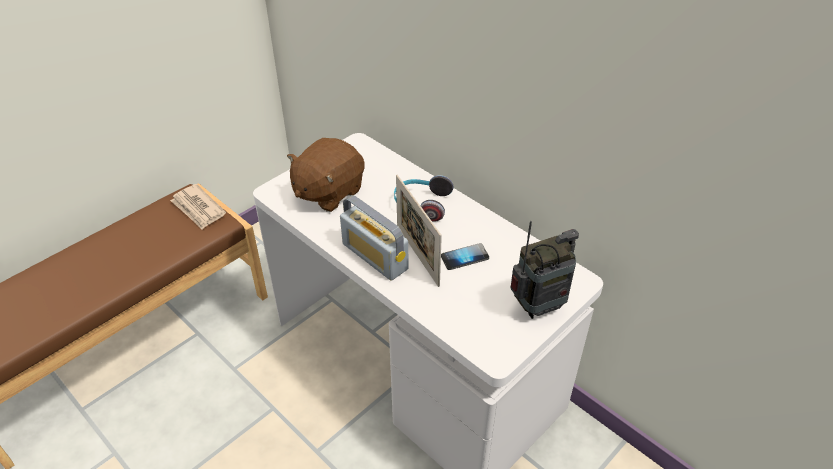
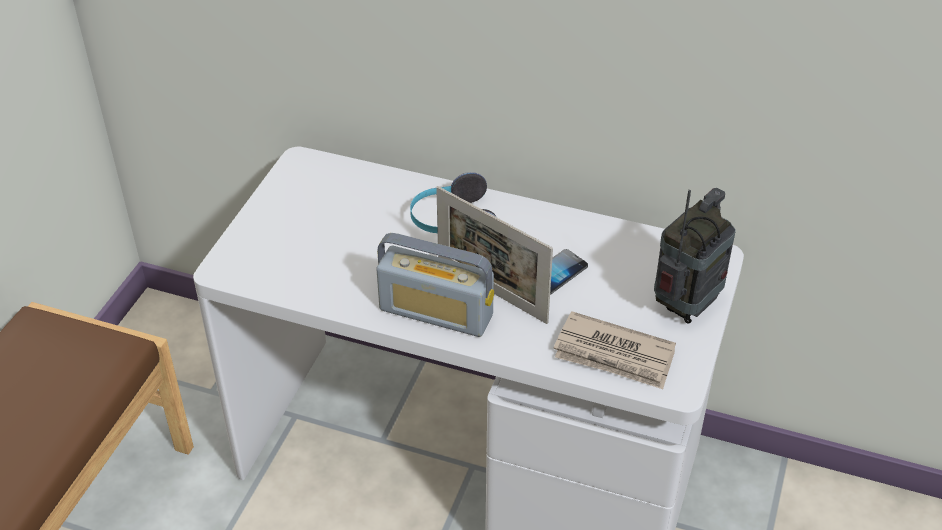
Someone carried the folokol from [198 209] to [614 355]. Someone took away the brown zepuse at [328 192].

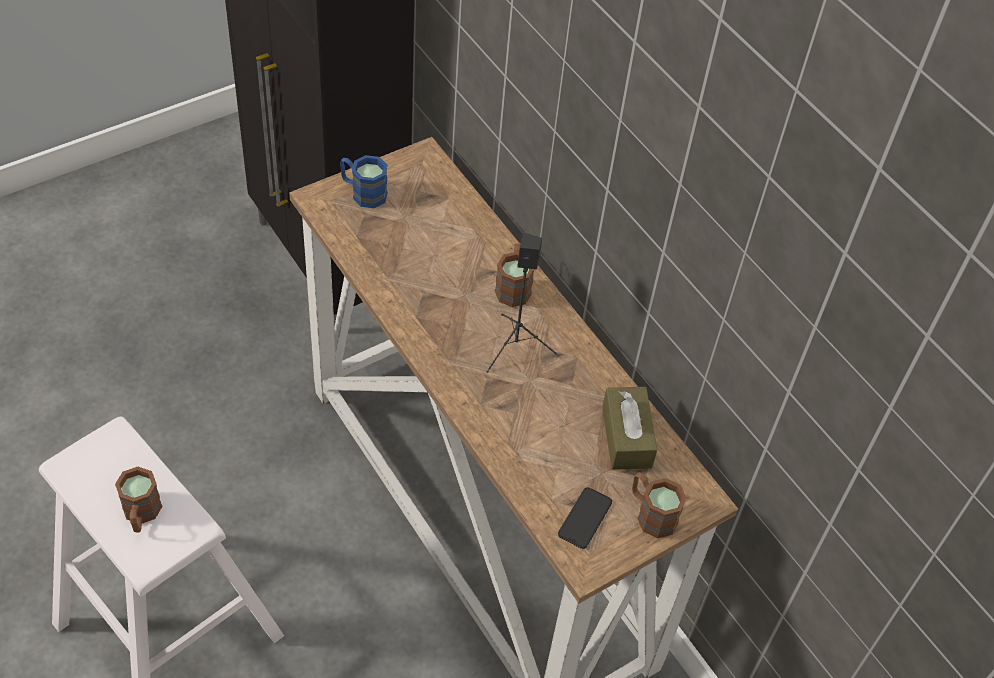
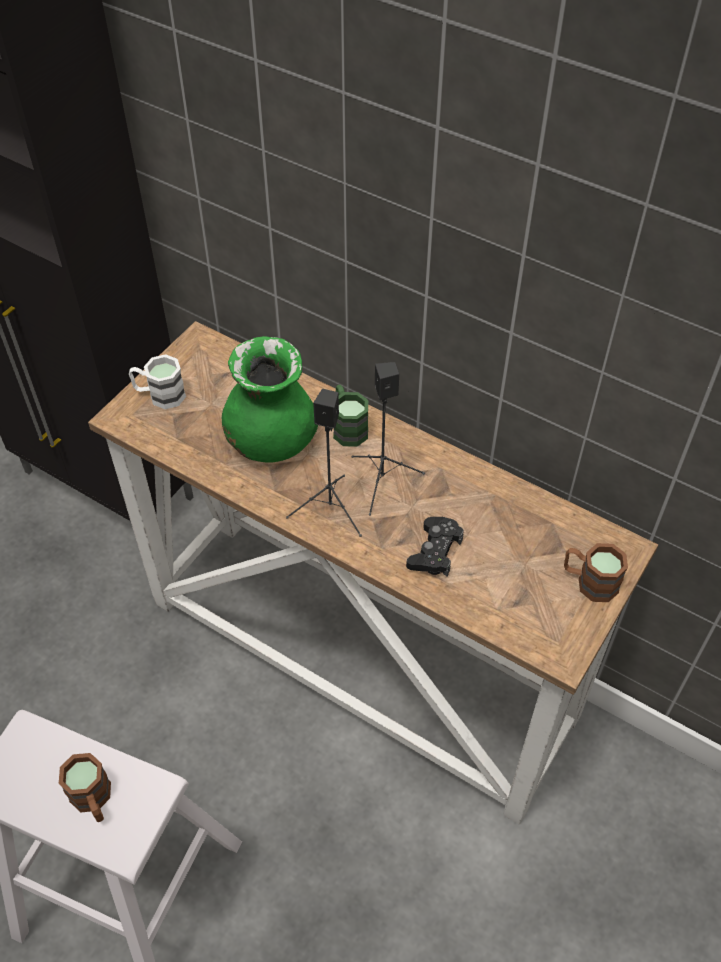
Someone repainted the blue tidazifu at [363 192], which became the white tidazifu at [160 395]. Someone repainted the brown tidazifu at [513 286], which became the green tidazifu at [347 427]. Someone took away the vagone at [585 518]. Someone took away the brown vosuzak at [626 437]. Someone put down the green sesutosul at [271 442]. Someone put down the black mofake at [331 509]. Someone put down the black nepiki at [435 551].

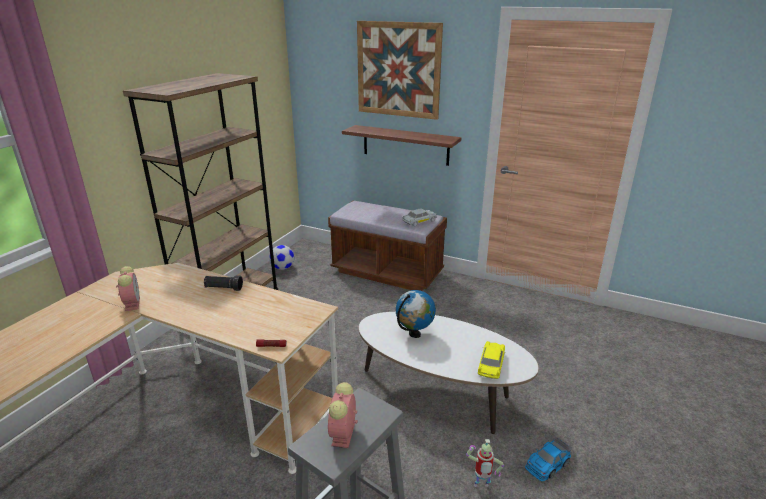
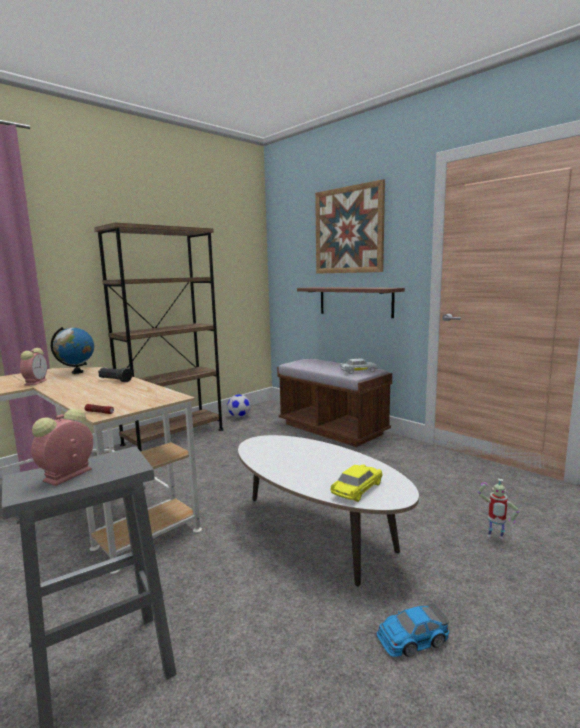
Someone carried the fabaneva from [414 334] to [77 372]. Someone carried the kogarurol from [481 487] to [495 538].

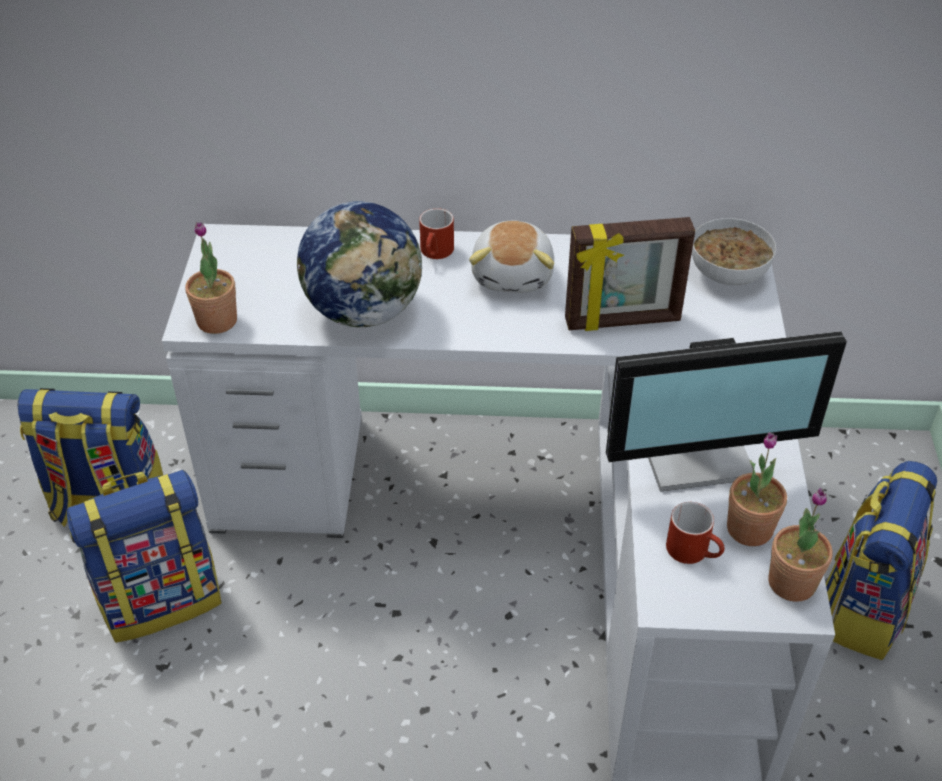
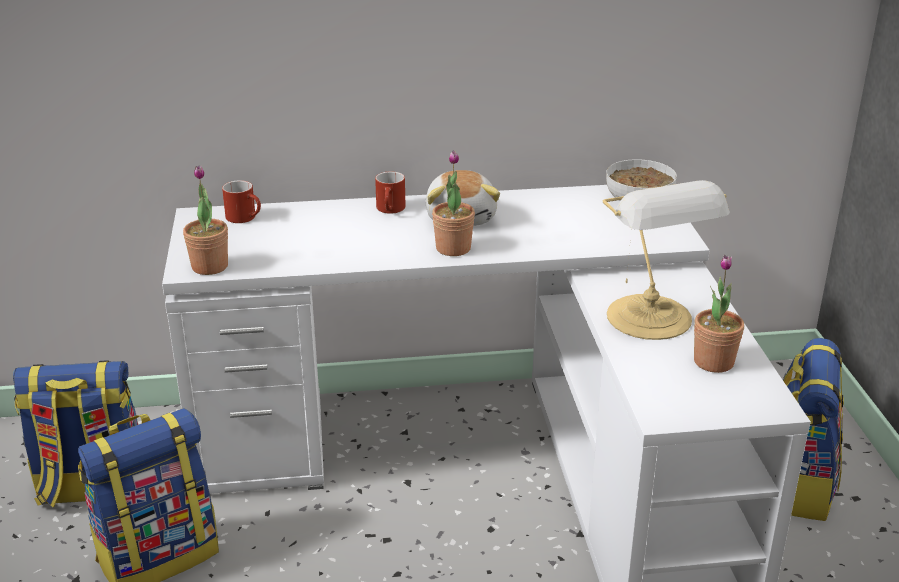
Someone took away the fabaneva at [364 311]. Someone took away the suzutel at [622 321]. Someone swapped the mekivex at [697 453] for the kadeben at [652 319]. Someone carried the red tidazifu from [694 551] to [246 218]. Someone carried the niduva from [791 582] to [453 248].

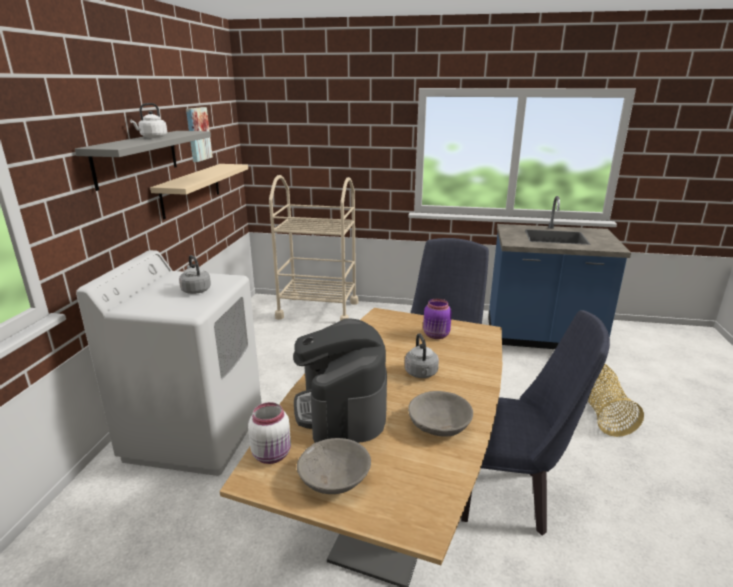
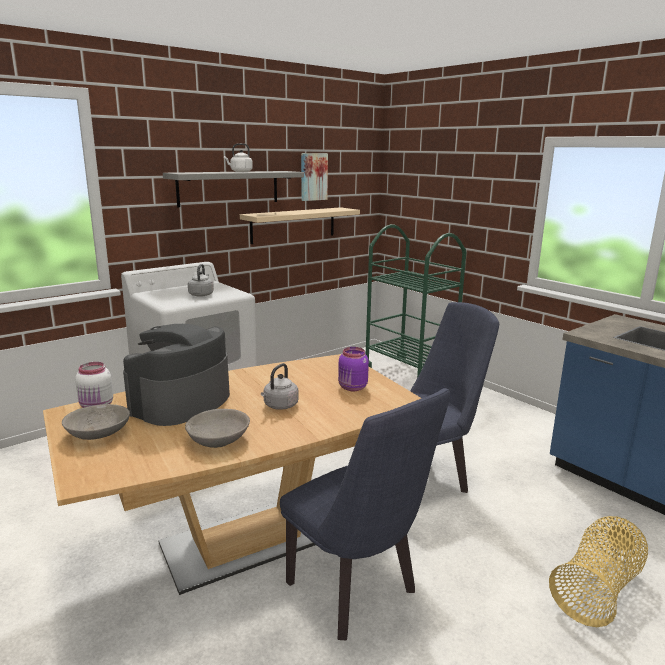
Someone repainted the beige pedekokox at [318 310], which became the green pedekokox at [409 373].

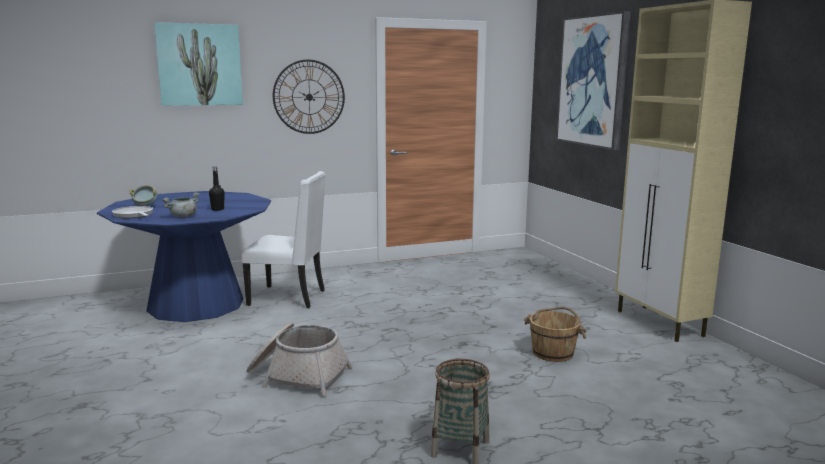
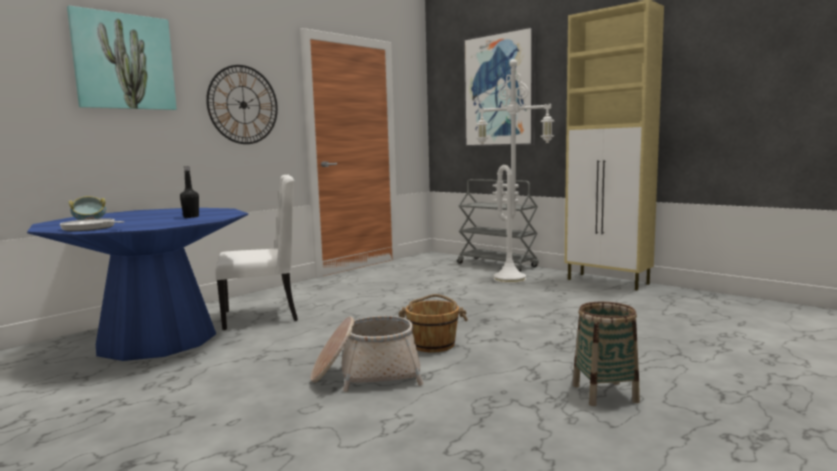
Someone took away the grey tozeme at [183 216]. Someone carried the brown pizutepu from [553 353] to [433 344]. Someone put down the grey pedekokox at [497 265]. Someone put down the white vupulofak at [511 279].

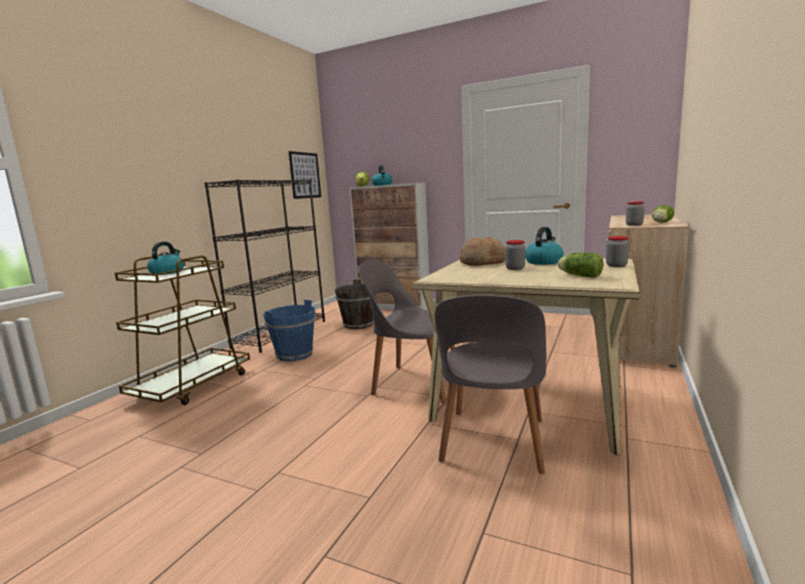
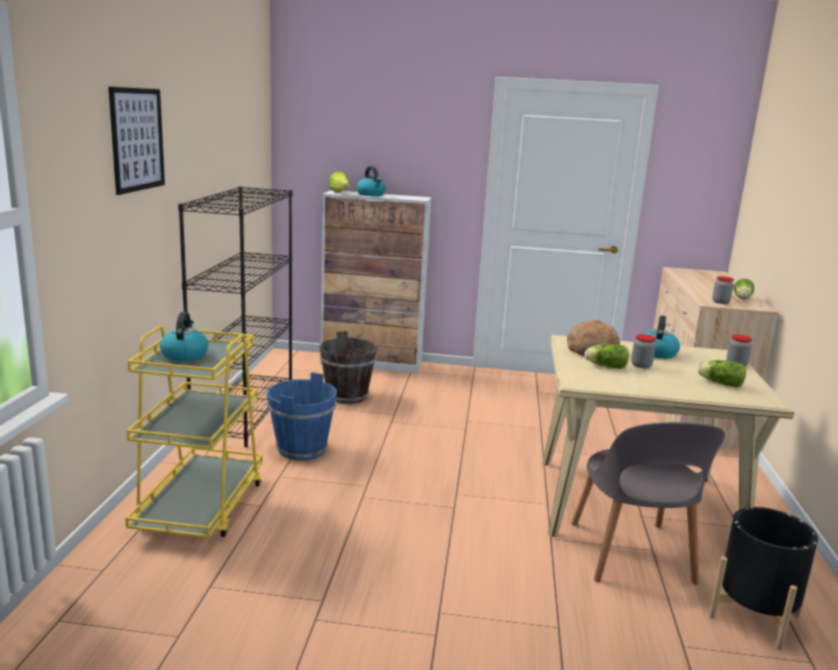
Someone repainted the brown pedekokox at [192 386], which became the yellow pedekokox at [201 506]. Someone carried the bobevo from [305 175] to [137 139]. Someone took away the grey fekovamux at [414 382]. Someone put down the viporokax at [604 366]. Someone put down the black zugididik at [754 616].

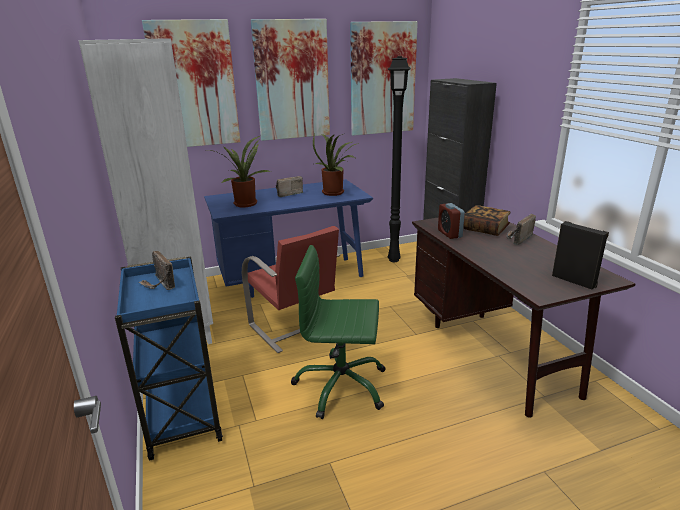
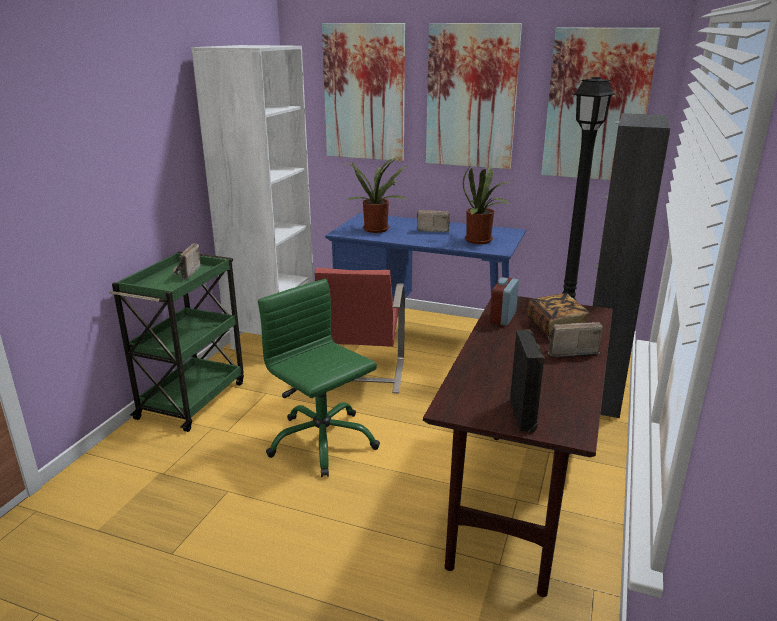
Someone repainted the blue pedekokox at [182 412], which became the green pedekokox at [193 399].

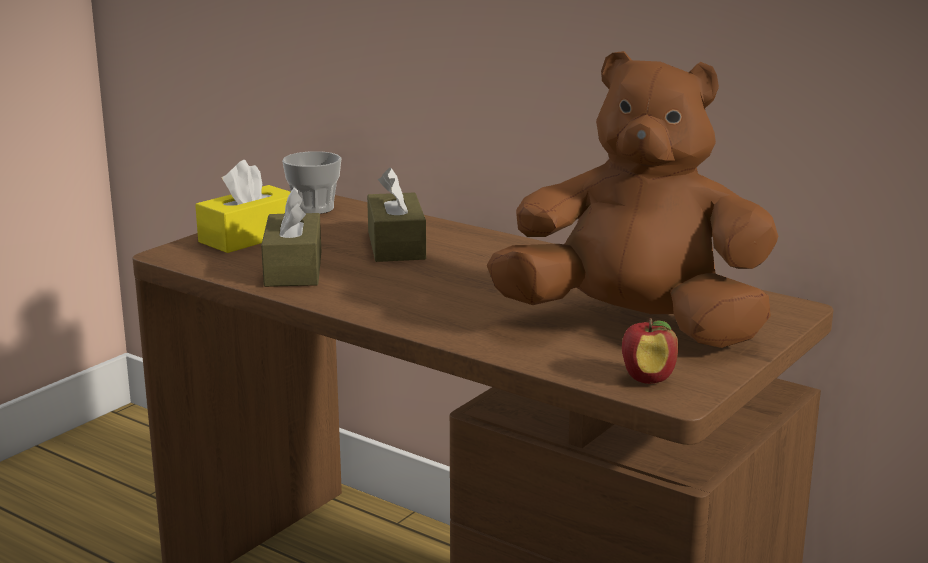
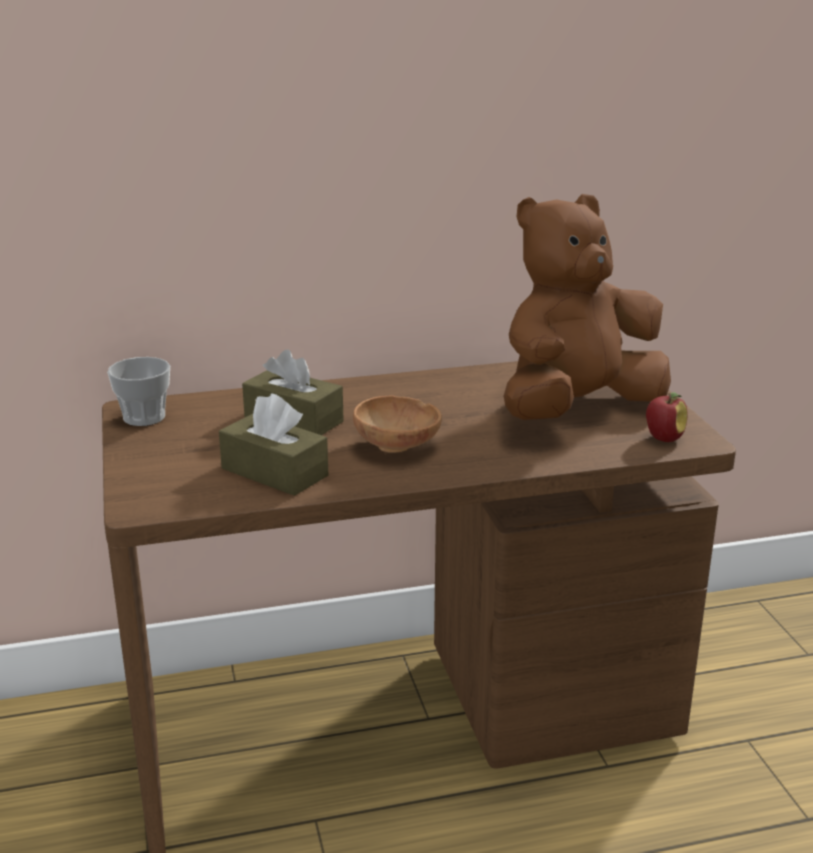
Someone took away the yellow vosuzak at [249 237]. Someone put down the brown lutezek at [399 447].

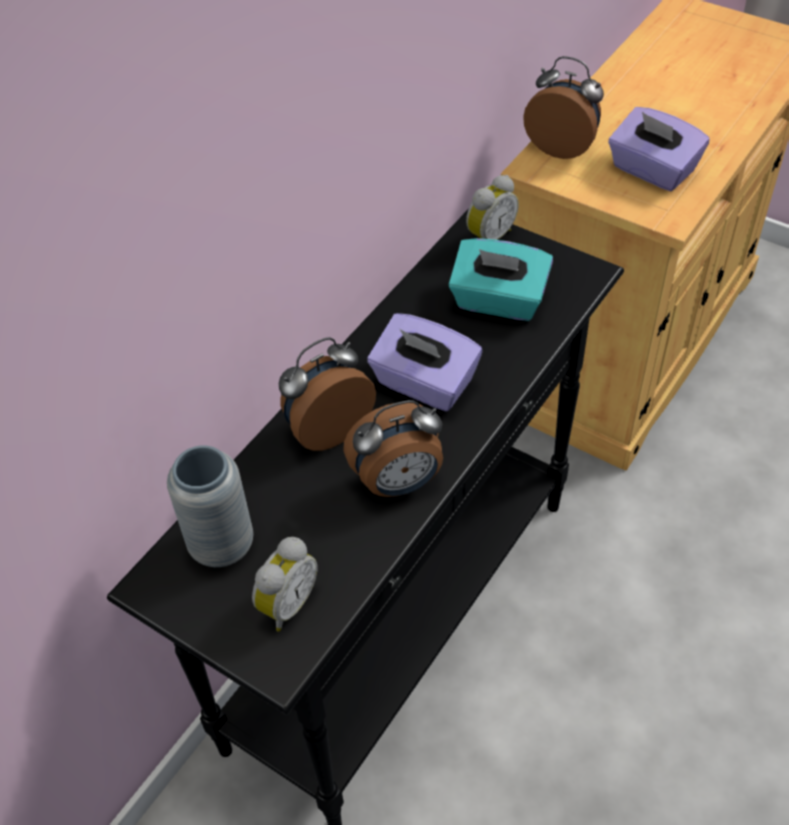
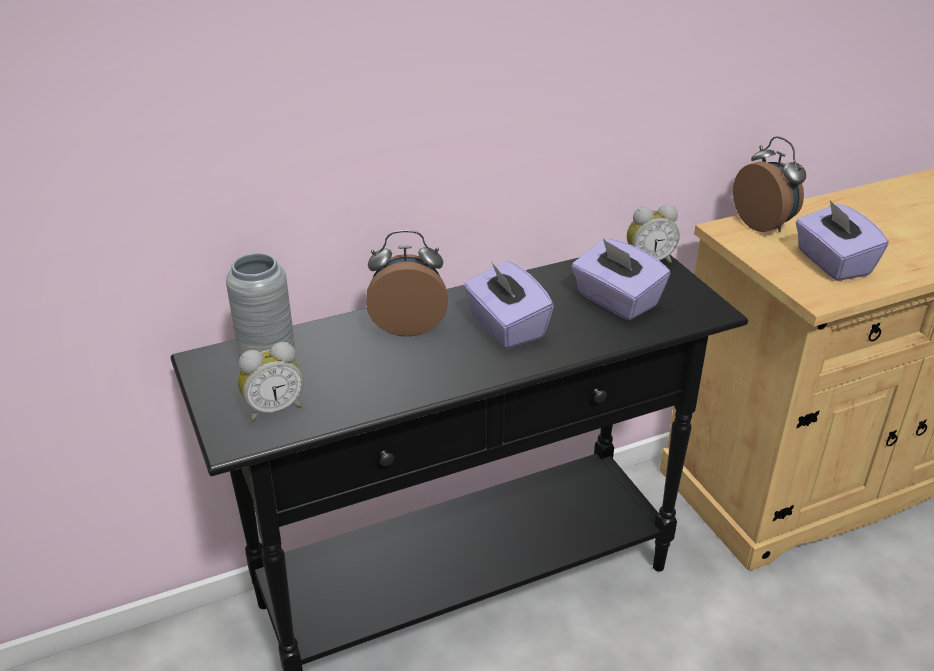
Someone took away the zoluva at [399 483]. Someone repainted the turquoise vosuzak at [498 302], which became the purple vosuzak at [616 301].

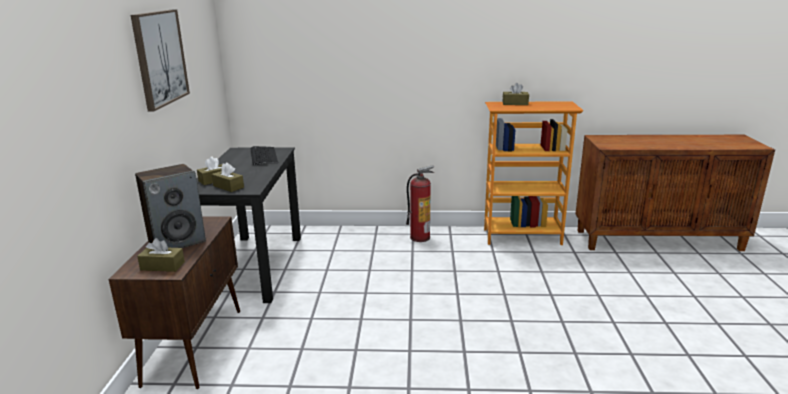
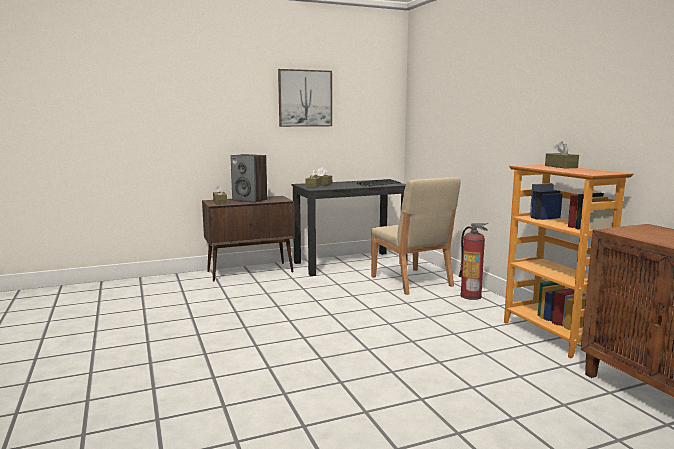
Someone put down the beige fekovamux at [411 281].

